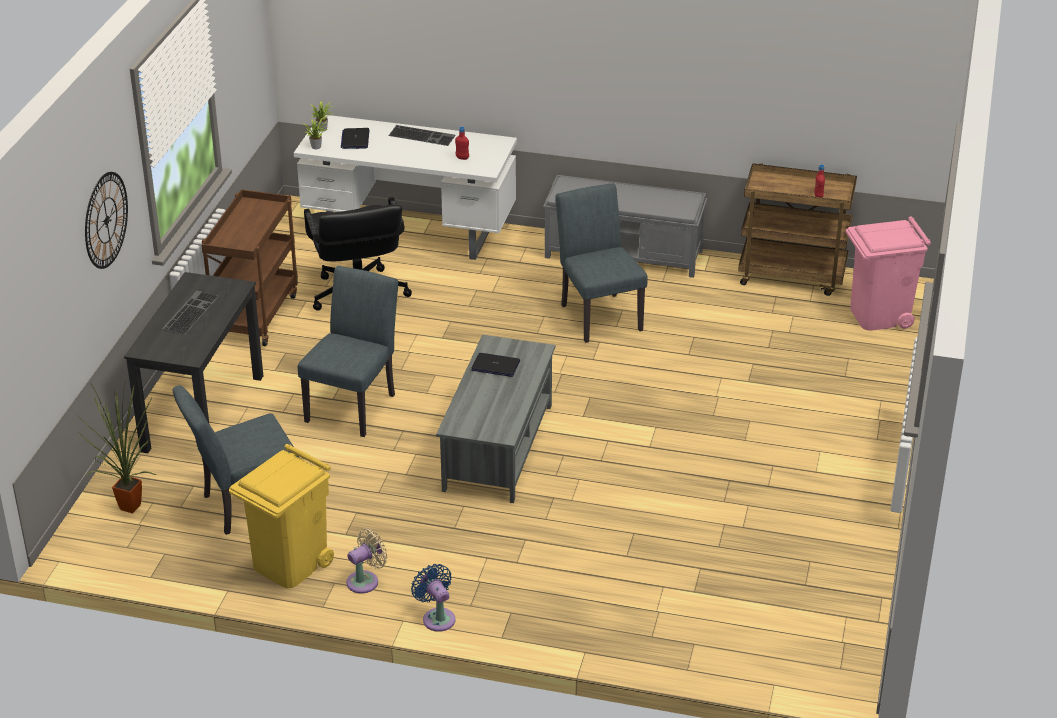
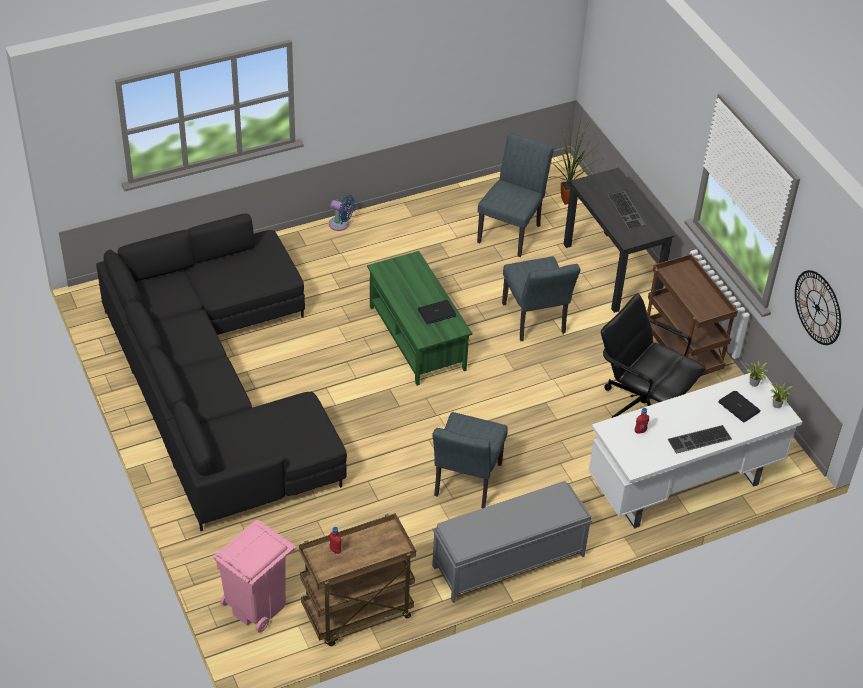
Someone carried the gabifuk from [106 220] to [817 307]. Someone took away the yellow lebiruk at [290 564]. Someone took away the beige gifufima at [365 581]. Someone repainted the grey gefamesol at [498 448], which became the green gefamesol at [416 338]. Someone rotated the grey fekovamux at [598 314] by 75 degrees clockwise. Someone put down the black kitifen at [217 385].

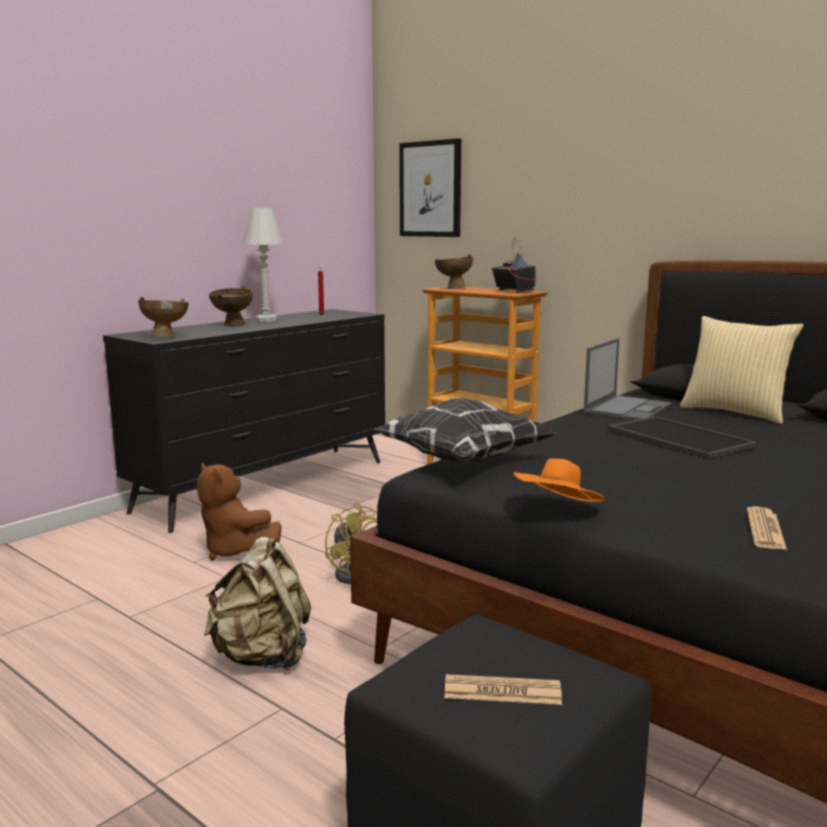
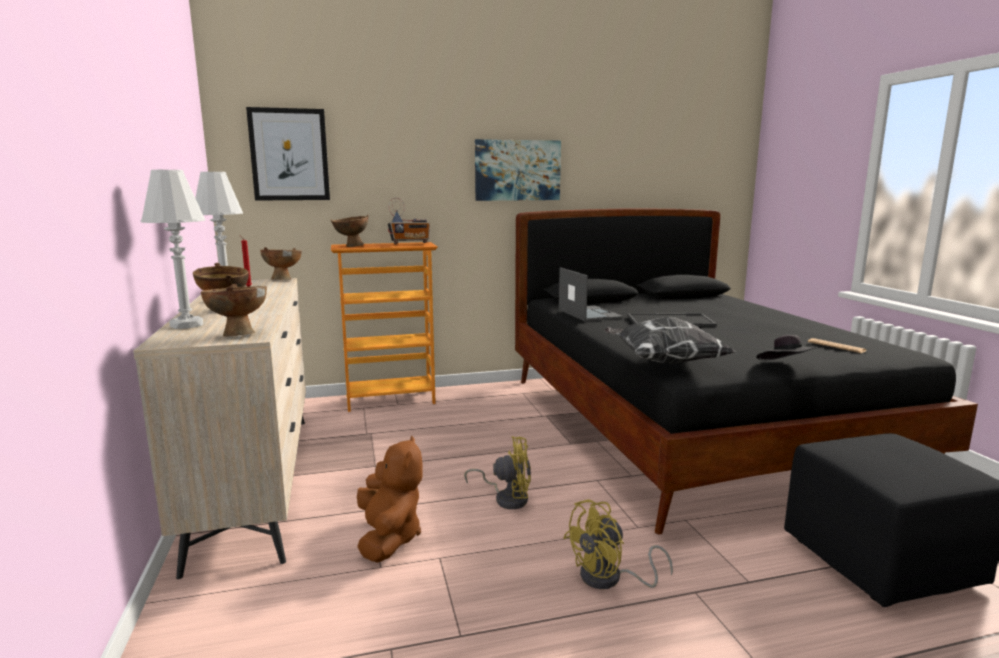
Someone repainted the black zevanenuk at [267 485], which became the beige zevanenuk at [257 481]. Someone rotated the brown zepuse at [235 551] by 90 degrees counterclockwise. Someone swapped the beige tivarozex at [262 657] for the yellow gifufima at [609 579]. Someone took away the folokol at [502 691]. Someone rotated the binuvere at [514 291] by 150 degrees clockwise. Someone repainted the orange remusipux at [557 510], which became the black remusipux at [786 367]. Someone took away the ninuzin at [735 412]. Someone put down the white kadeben at [186 325]. Someone put down the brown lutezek at [284 279]. Someone put up the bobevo at [517 170].

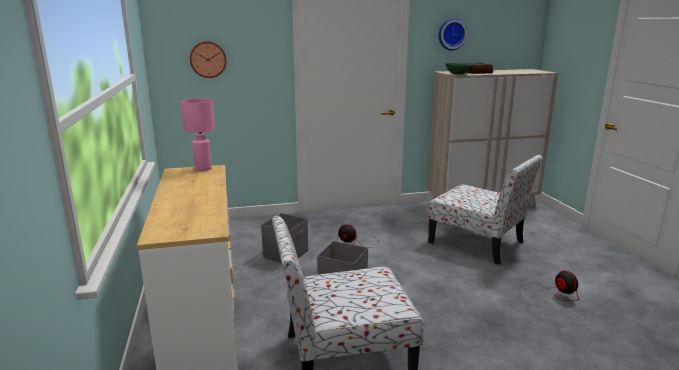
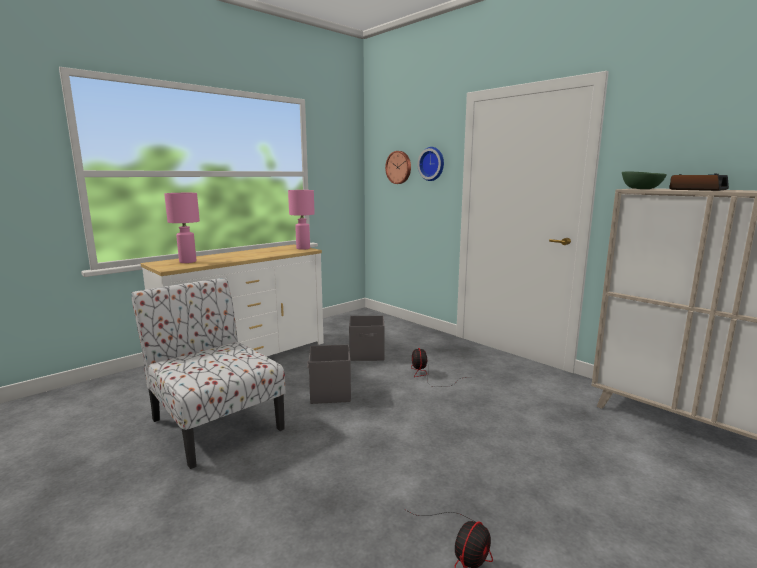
Someone took away the fekovamux at [478 243]. Someone carried the gabifuk from [451 34] to [432 164]. Someone put down the pink kadeben at [188 261].

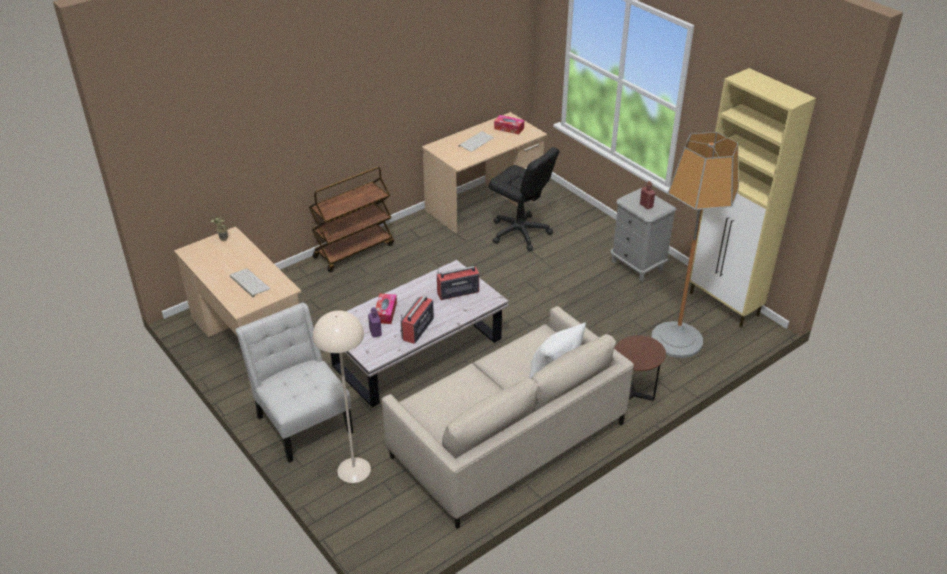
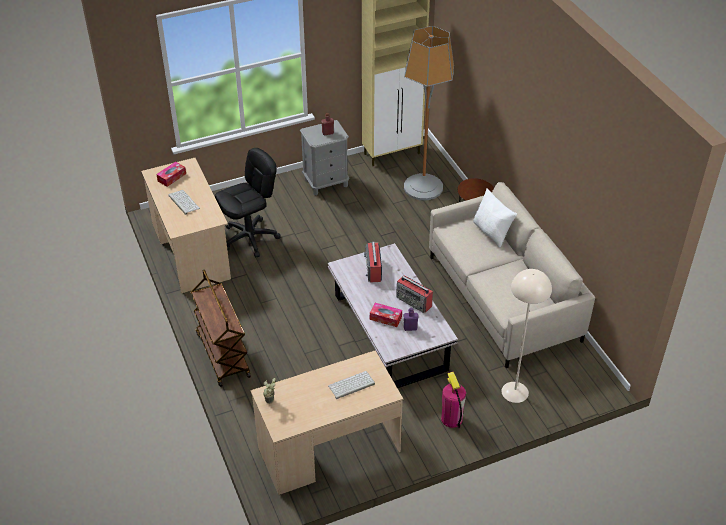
Someone swapped the white fekovamux at [302 421] for the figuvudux at [451 419].

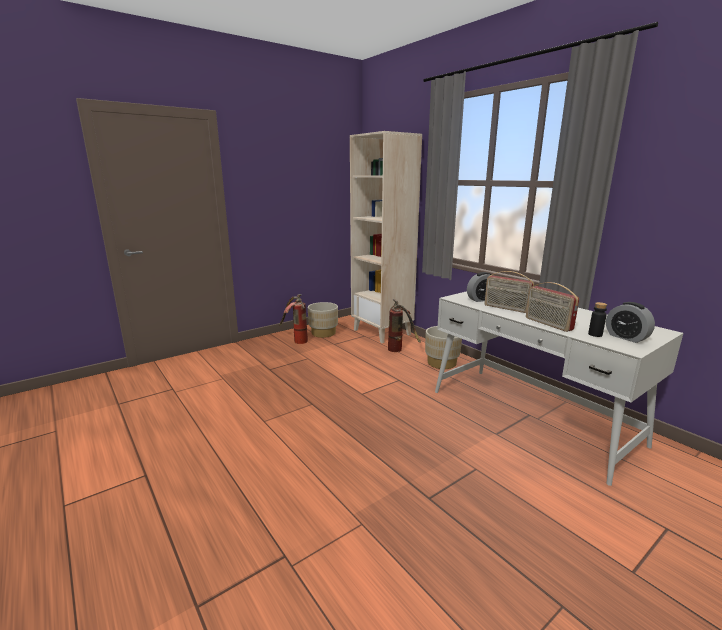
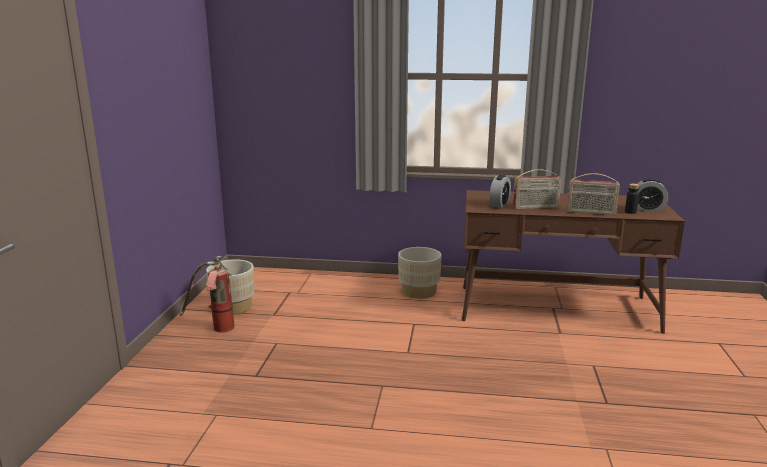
Someone took away the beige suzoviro at [382 332]. Someone took away the figuvudux at [400 350]. Someone repainted the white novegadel at [530 417], which became the brown novegadel at [556 309].

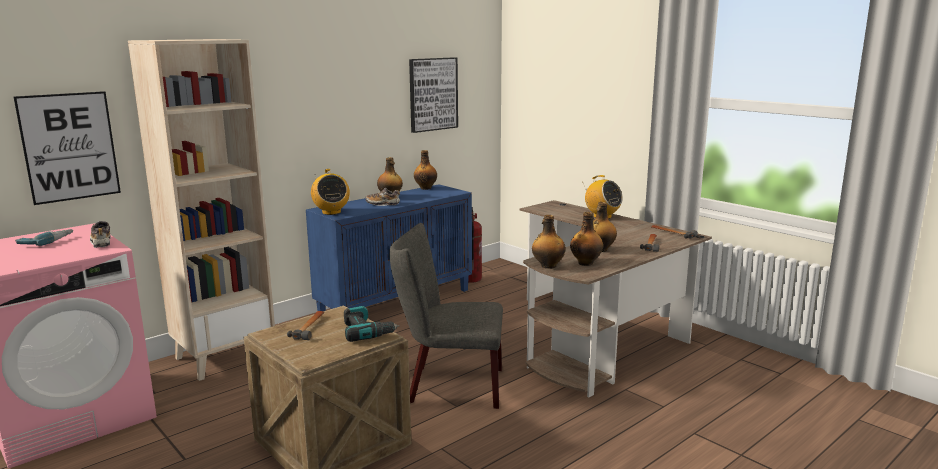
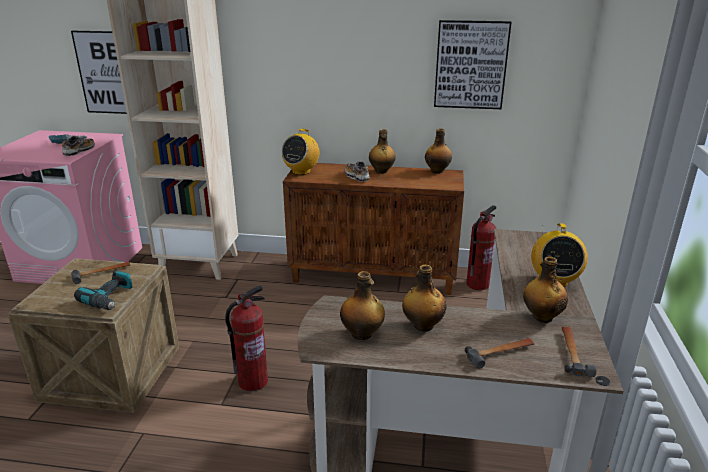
Someone repainted the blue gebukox at [396 302], which became the brown gebukox at [374 276]. Someone swapped the grey fekovamux at [449 386] for the figuvudux at [253 381]. Someone carried the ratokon from [547 266] to [541 317].

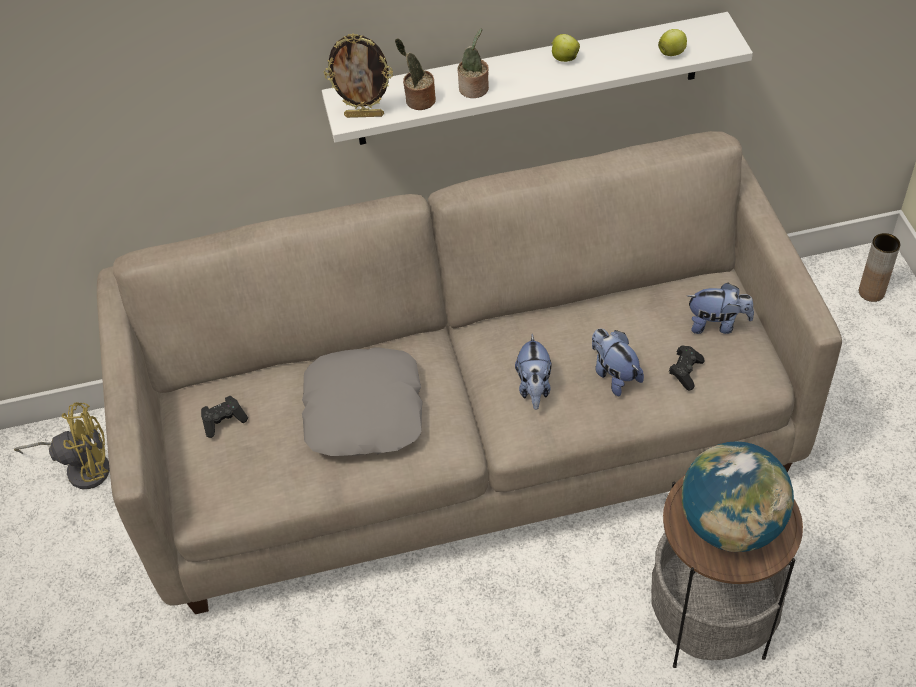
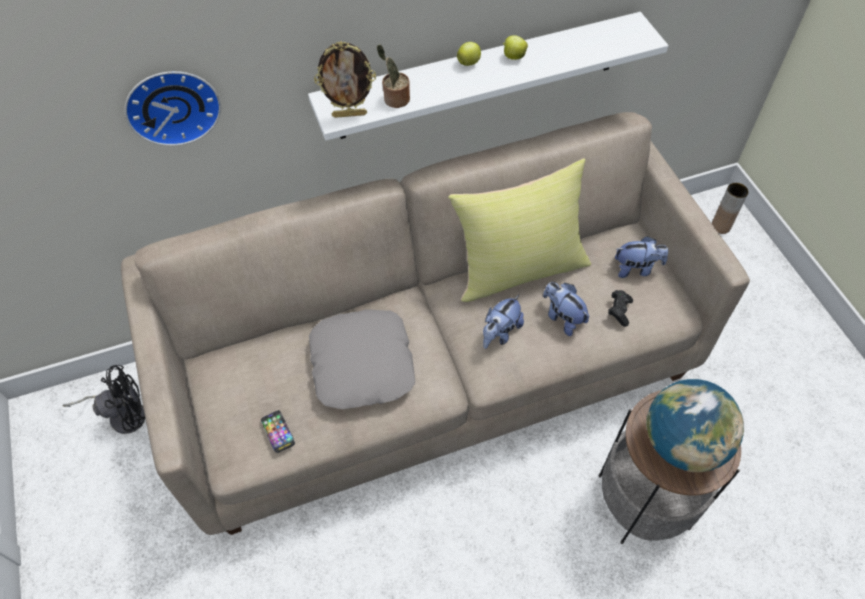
Someone repainted the yellow gifufima at [82 467], which became the black gifufima at [122 415]. Someone took away the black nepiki at [224 421]. Someone took away the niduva at [475 90]. Someone rotated the zepuse at [534 387] by 45 degrees clockwise. Someone carried the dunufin from [672 53] to [469 63]. Someone put up the gabifuk at [172 104]. Someone put down the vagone at [278 431]. Someone put down the yellow ninuzin at [519 269].

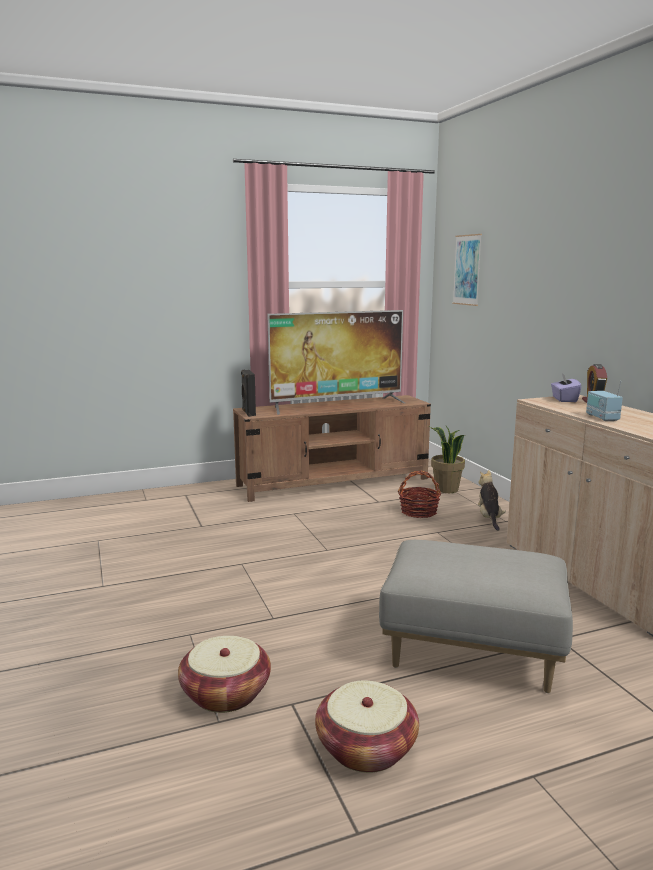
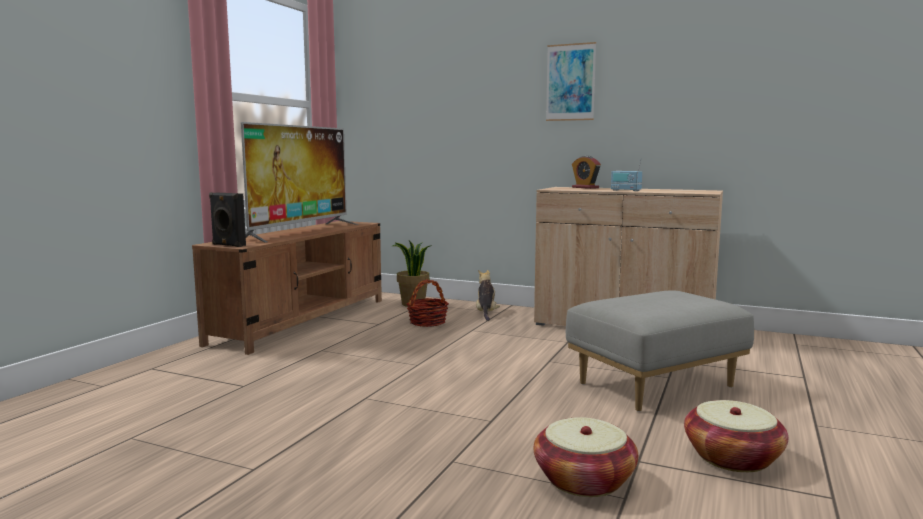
Someone carried the bobevo from [467 270] to [570 82]. Someone rotated the zepuse at [489 518] by 45 degrees clockwise. Someone took away the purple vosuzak at [564 399].

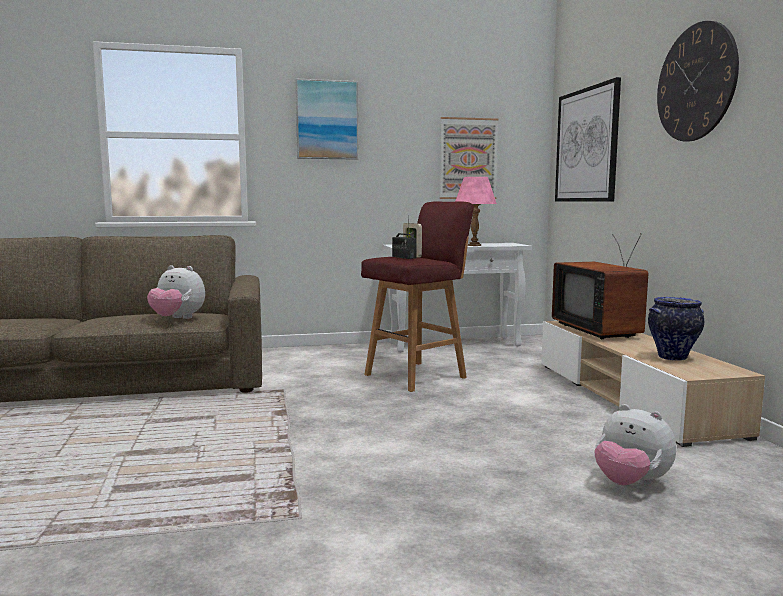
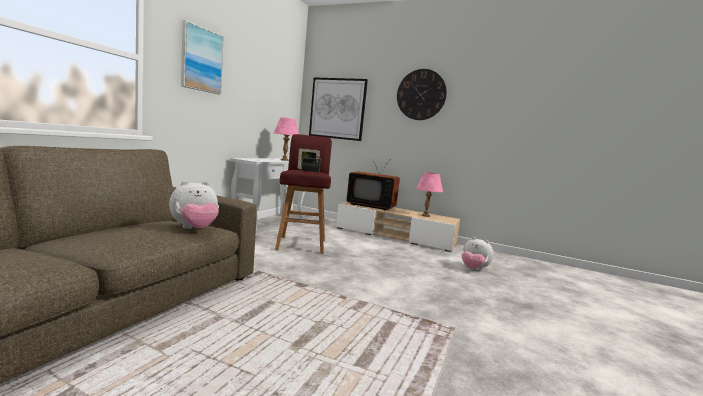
Someone took away the bobevo at [468 159]. Someone rotated the zepuse at [630 483] by 45 degrees clockwise. Someone swapped the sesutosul at [673 357] for the pink kadeben at [425 215].

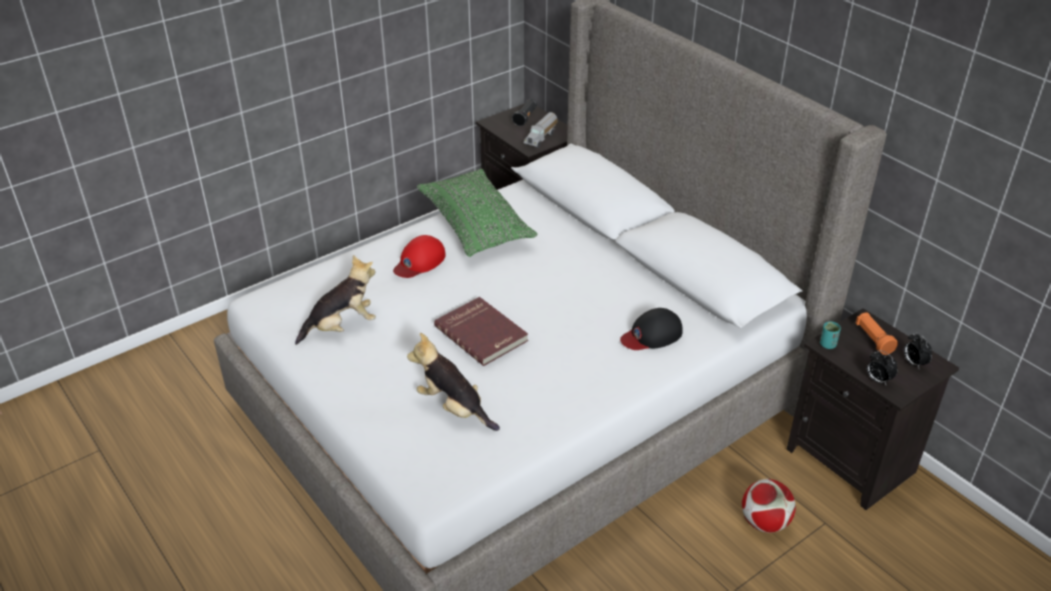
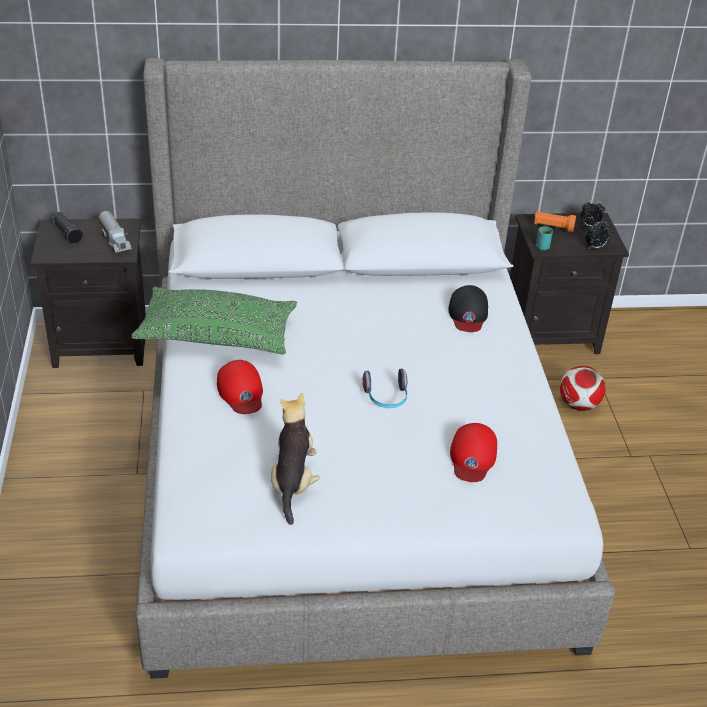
Someone swapped the zepuse at [454 408] for the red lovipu at [472 456]. Someone swapped the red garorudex at [482 333] for the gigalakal at [386 398].

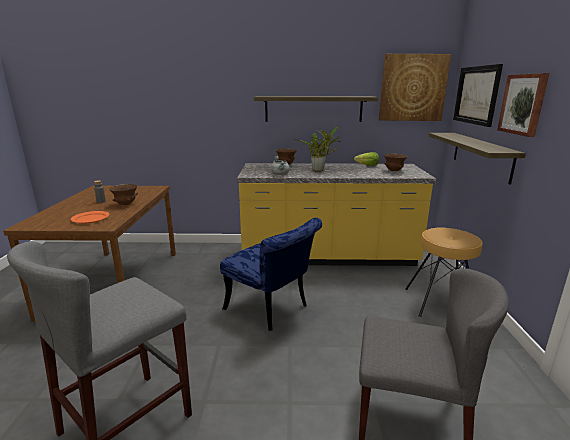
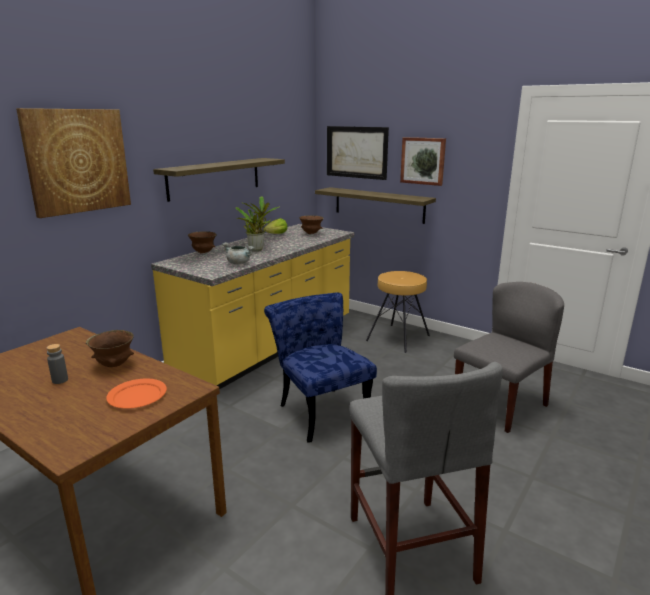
Someone rotated the blue fekovamux at [271 309] by 105 degrees counterclockwise. Someone carried the bobevo from [413 88] to [77 161].

